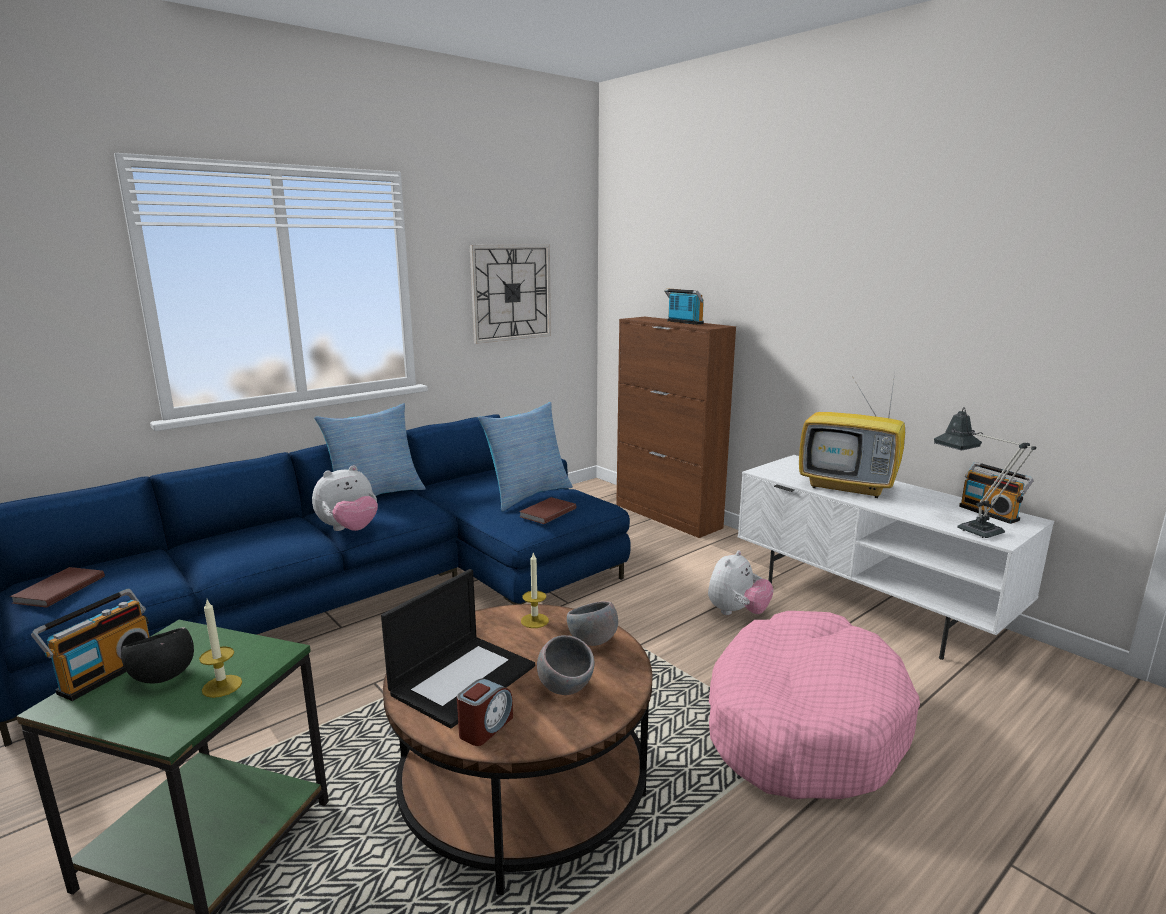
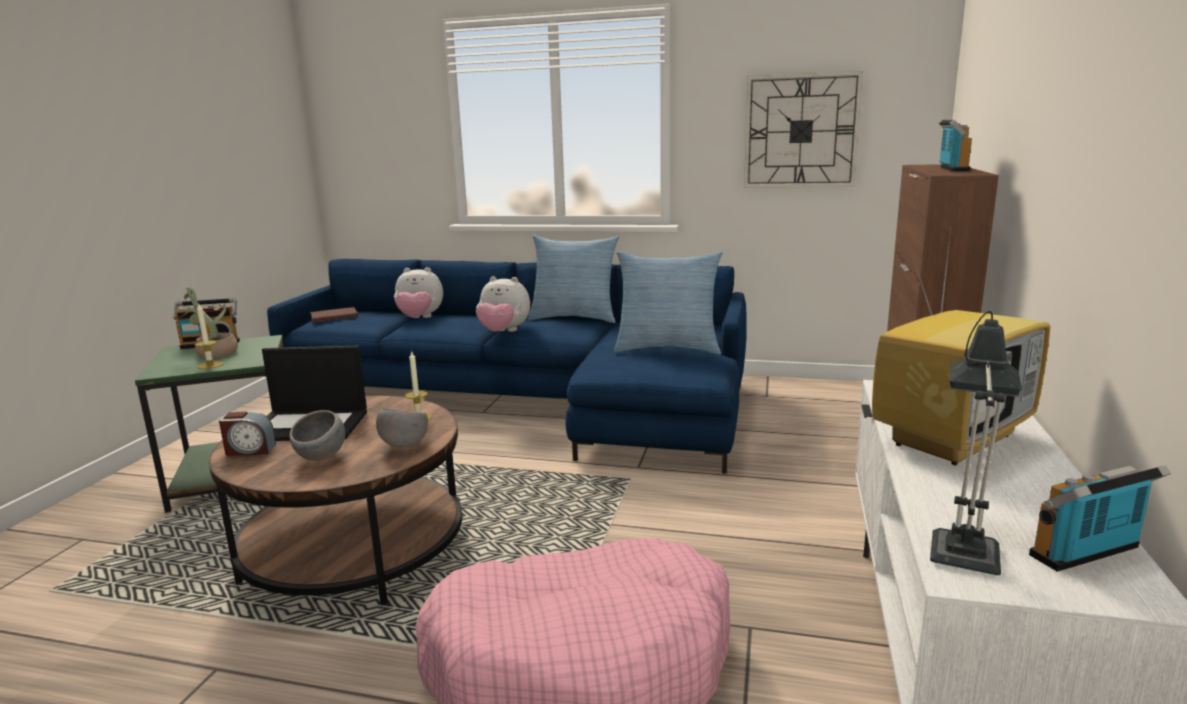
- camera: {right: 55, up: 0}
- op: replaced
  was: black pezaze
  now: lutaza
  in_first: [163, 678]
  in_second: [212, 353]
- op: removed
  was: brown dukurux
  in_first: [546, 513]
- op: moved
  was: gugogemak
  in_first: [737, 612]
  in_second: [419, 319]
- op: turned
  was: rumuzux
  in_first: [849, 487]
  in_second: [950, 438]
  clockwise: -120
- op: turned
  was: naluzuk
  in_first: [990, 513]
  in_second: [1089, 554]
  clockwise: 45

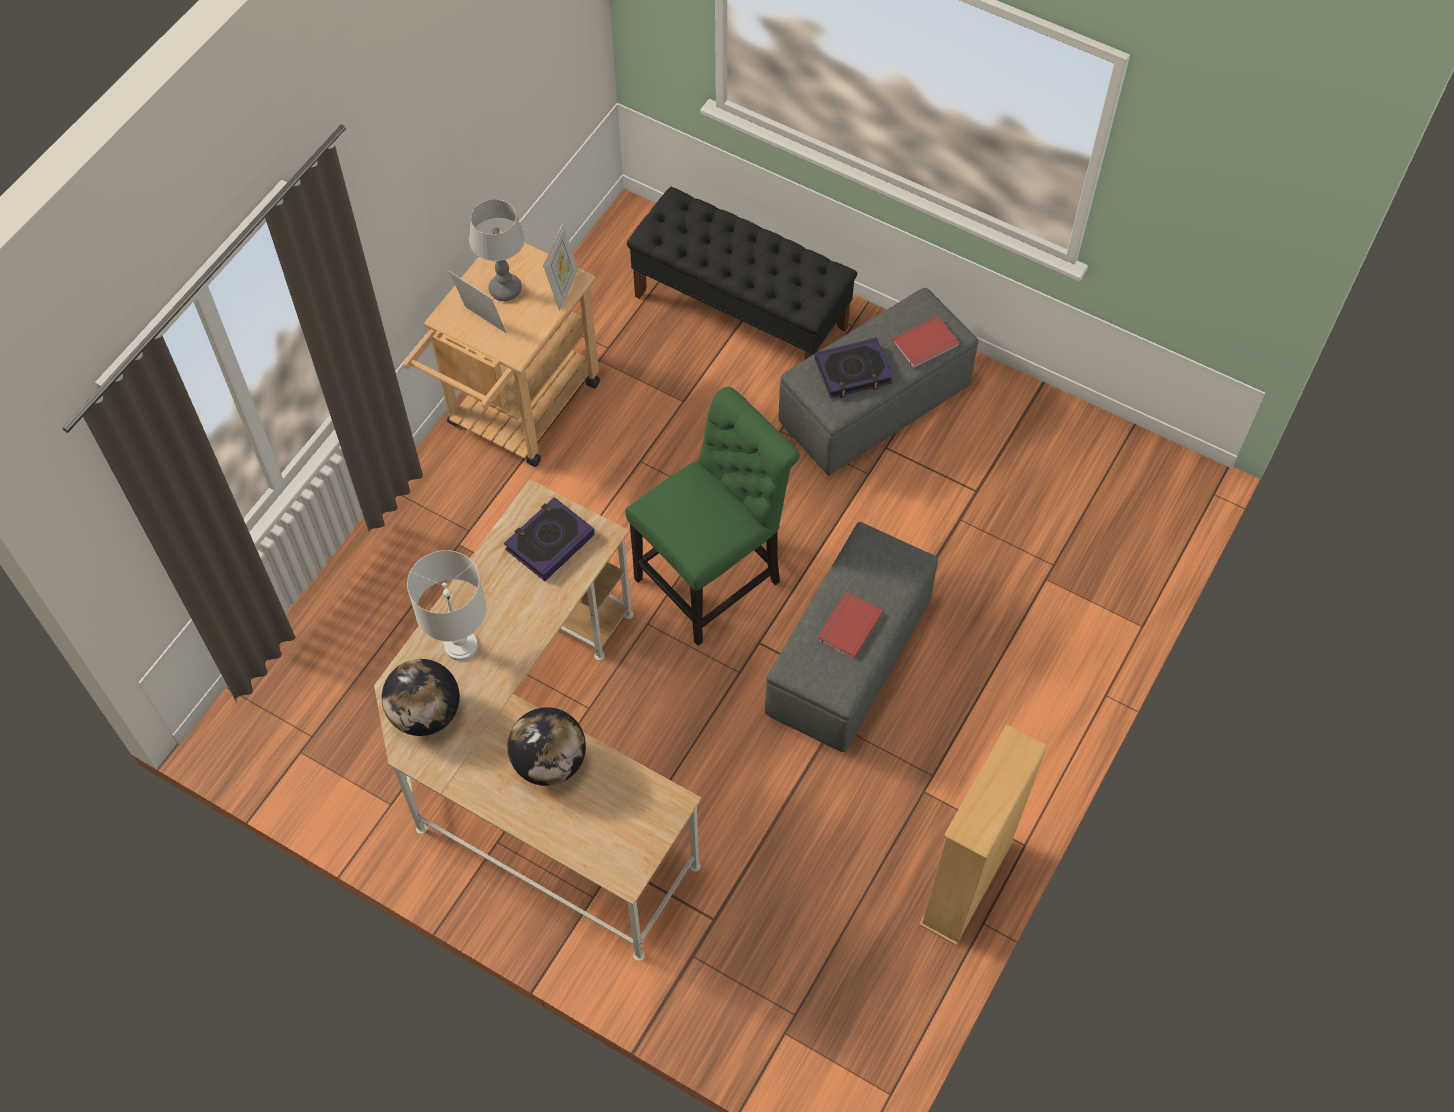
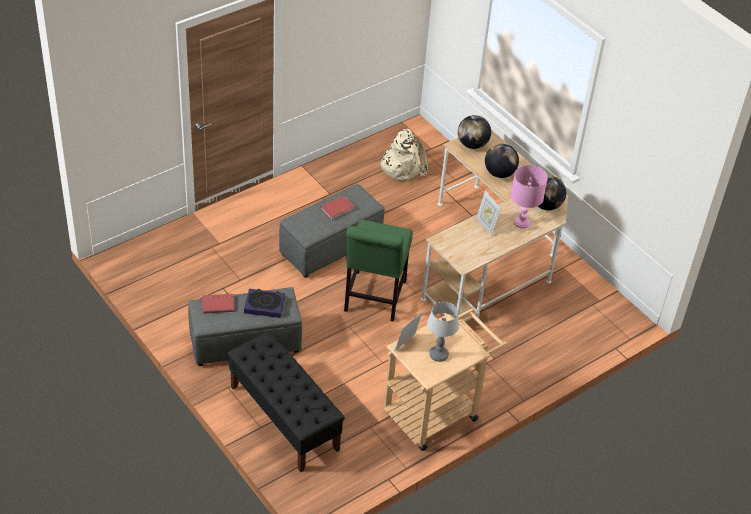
- camera: {right: -160, up: -15}
- op: recoloured
  was: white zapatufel
  now: pink zapatufel
  in_first: [460, 645]
  in_second: [522, 223]
- op: moved
  was: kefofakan
  in_first: [482, 323]
  in_second: [486, 226]
- op: removed
  was: dukurux
  in_first: [549, 542]
- op: turned
  was: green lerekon
  in_first: [714, 577]
  in_second: [373, 299]
  clockwise: -60
- op: removed
  was: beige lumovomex
  in_first: [966, 884]
- op: added
  now: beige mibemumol
  in_second: [402, 166]
- op: added
  now: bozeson
  in_second: [472, 144]

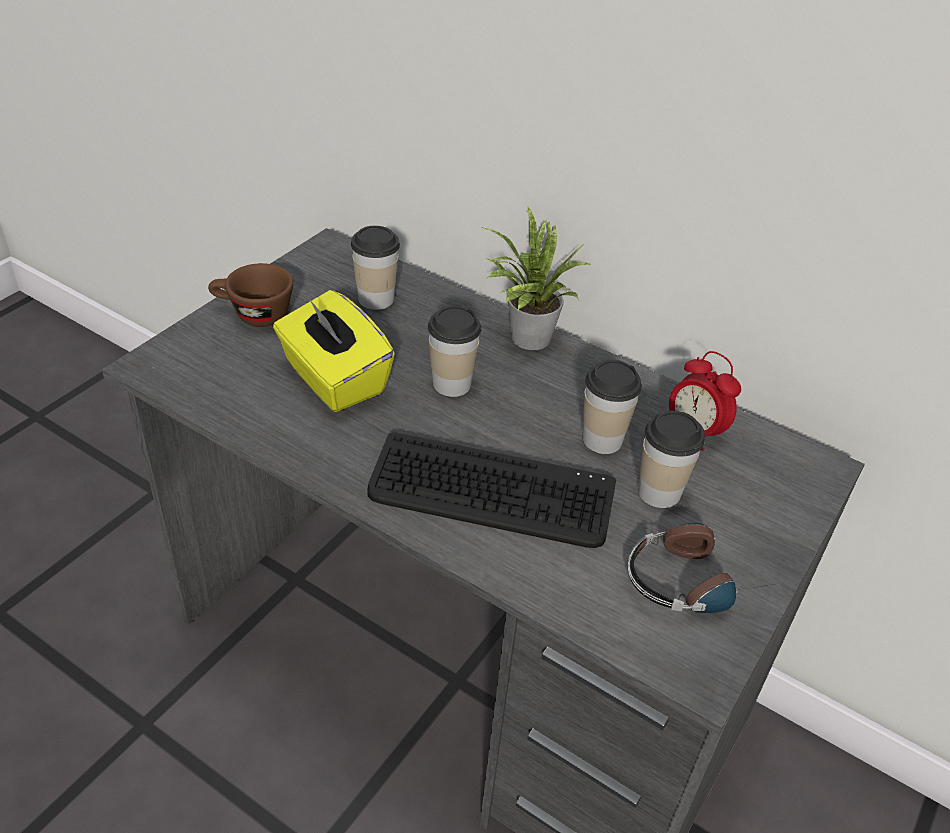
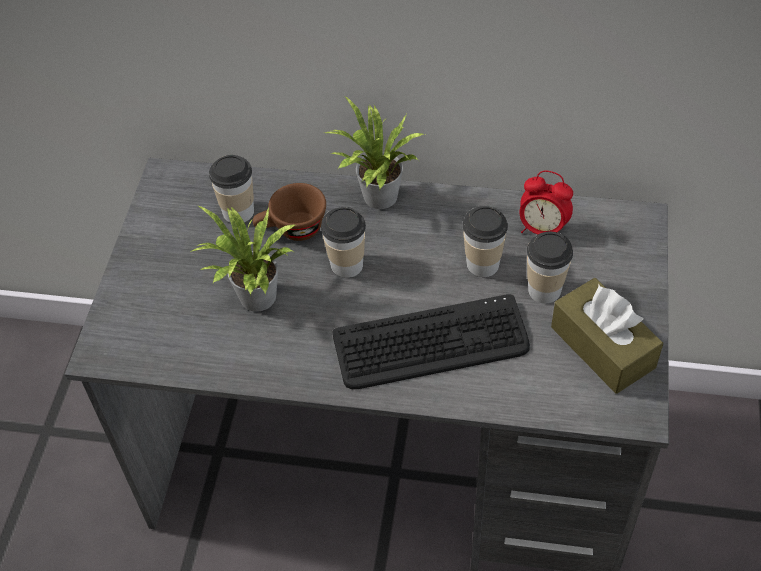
- camera: {right: -20, up: 10}
- op: moved
  was: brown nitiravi
  in_first: [253, 315]
  in_second: [292, 230]
- op: replaced
  was: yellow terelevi
  now: lutaza
  in_first: [333, 379]
  in_second: [255, 300]
- op: replaced
  was: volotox
  now: brown terelevi
  in_first: [696, 579]
  in_second: [602, 347]

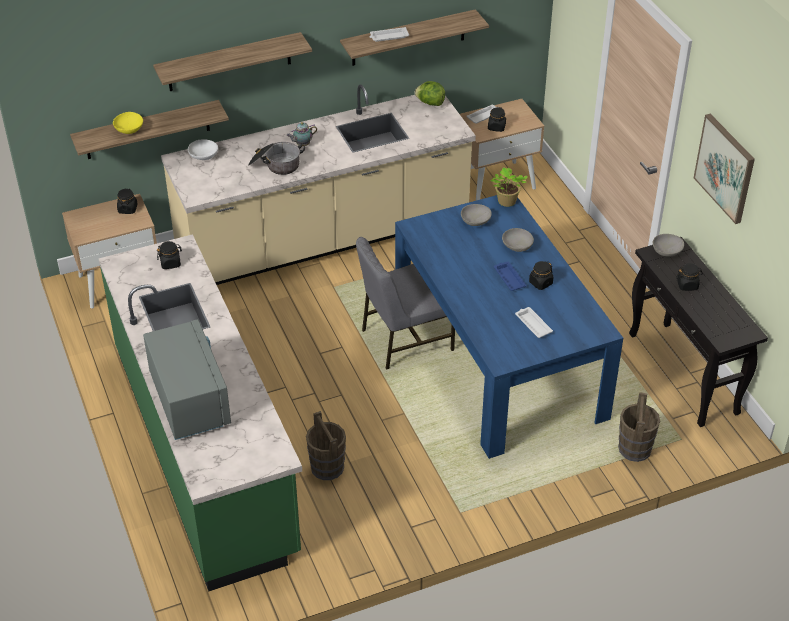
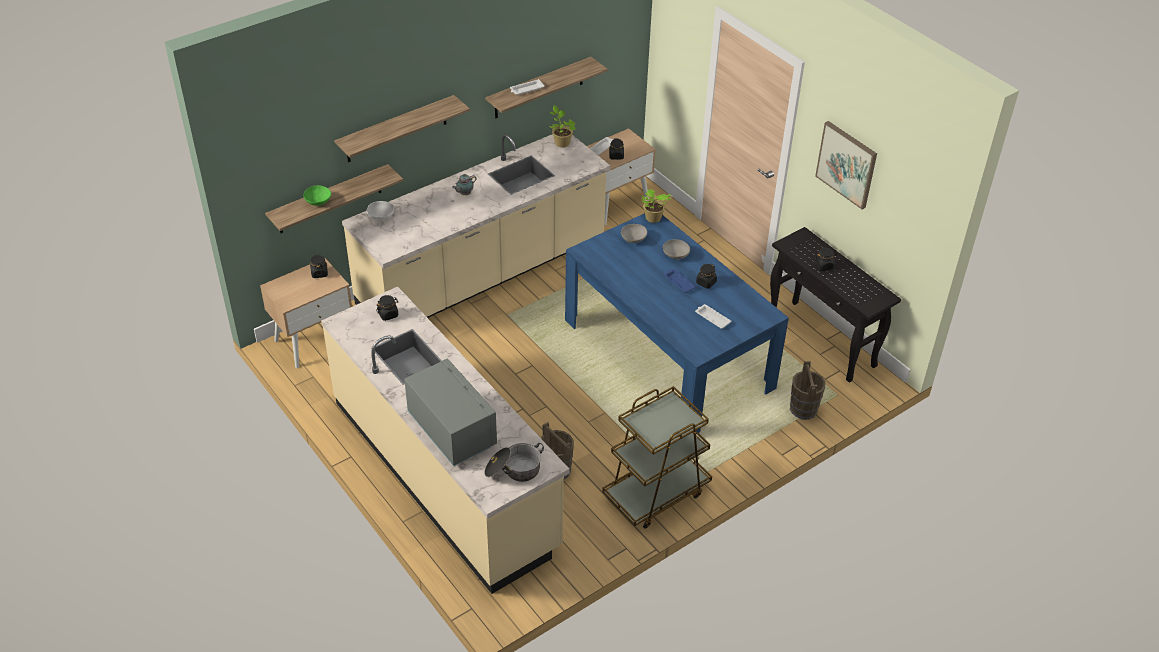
- camera: {right: -15, up: 0}
- op: recoloured
  was: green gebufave
  now: beige gebufave
  in_first: [206, 449]
  in_second: [445, 473]
- op: recoloured
  was: yellow pezaze
  now: green pezaze
  in_first: [129, 130]
  in_second: [318, 202]
- op: moved
  was: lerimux
  in_first: [275, 165]
  in_second: [513, 470]
- op: removed
  was: grey lerekon
  in_first: [405, 340]
- op: replaced
  was: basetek
  now: lutaza
  in_first: [430, 103]
  in_second: [561, 142]
- op: removed
  was: grey pezaze
  in_first: [666, 251]
- op: added
  now: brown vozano
  in_second: [656, 493]

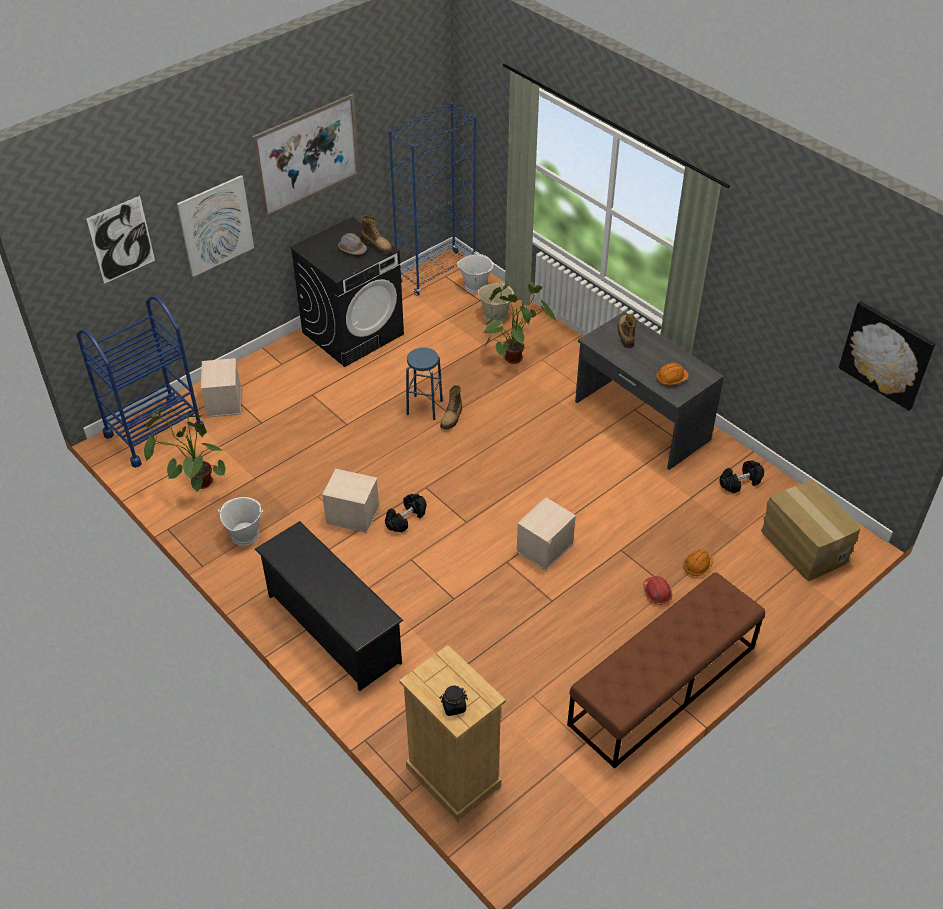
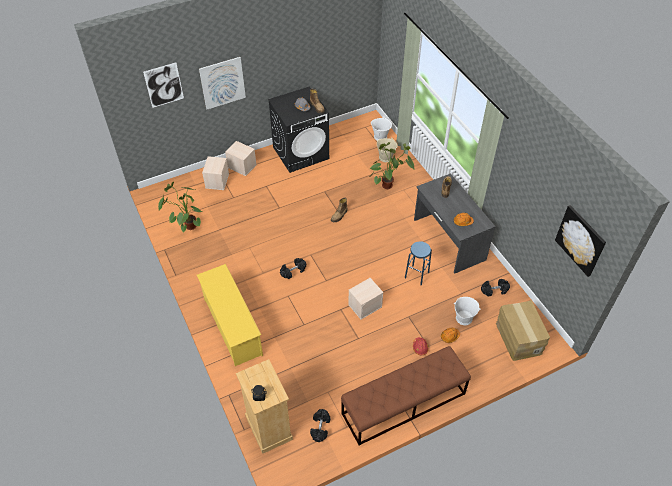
- camera: {right: 15, up: 5}
- op: removed
  was: blue vozano
  in_first: [154, 432]
- op: moved
  was: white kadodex
  in_first: [244, 535]
  in_second: [463, 318]
- op: removed
  was: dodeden
  in_first: [308, 155]
- op: recoloured
  was: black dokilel
  now: yellow dokilel
  in_first: [333, 628]
  in_second: [232, 327]
- op: moved
  was: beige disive
  in_first: [352, 515]
  in_second: [241, 166]
- op: removed
  was: blue lumovomex
  in_first: [436, 273]
- op: moved
  was: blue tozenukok
  in_first: [424, 407]
  in_second: [416, 275]
- op: added
  now: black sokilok
  in_second: [320, 428]

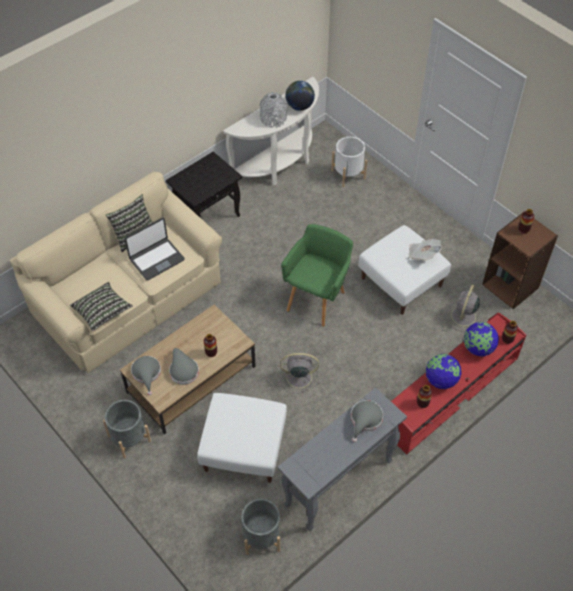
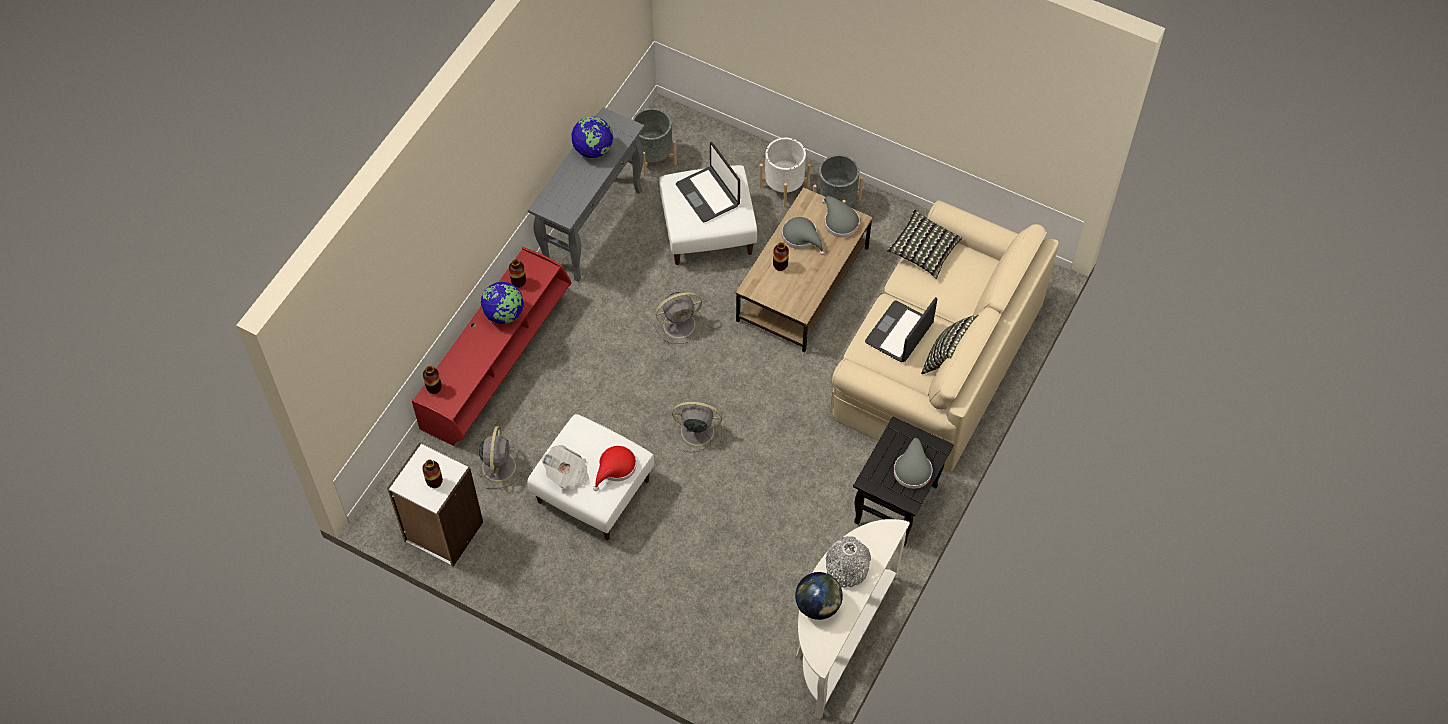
- camera: {right: 160, up: 5}
- op: replaced
  was: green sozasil
  now: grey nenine
  in_first: [317, 299]
  in_second: [695, 431]
- op: moved
  was: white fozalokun
  in_first: [348, 174]
  in_second: [784, 186]
- op: moved
  was: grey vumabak
  in_first: [365, 420]
  in_second: [912, 469]
- op: moved
  was: bozeson
  in_first: [478, 348]
  in_second: [593, 150]
- op: recoloured
  was: brown lumovomex
  now: white lumovomex
  in_first: [511, 286]
  in_second: [443, 532]
- op: added
  now: red vumabak
  in_second: [615, 468]
- op: added
  now: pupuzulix
  in_second: [708, 194]

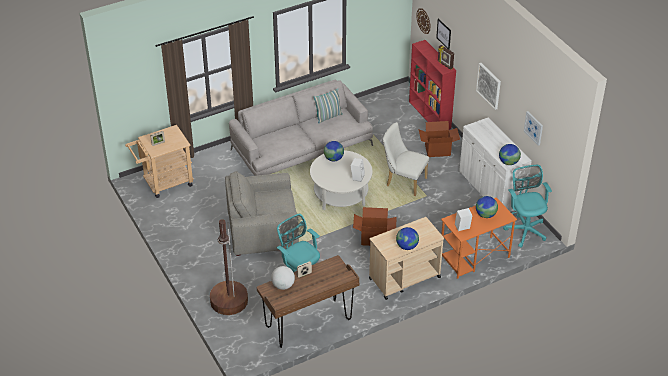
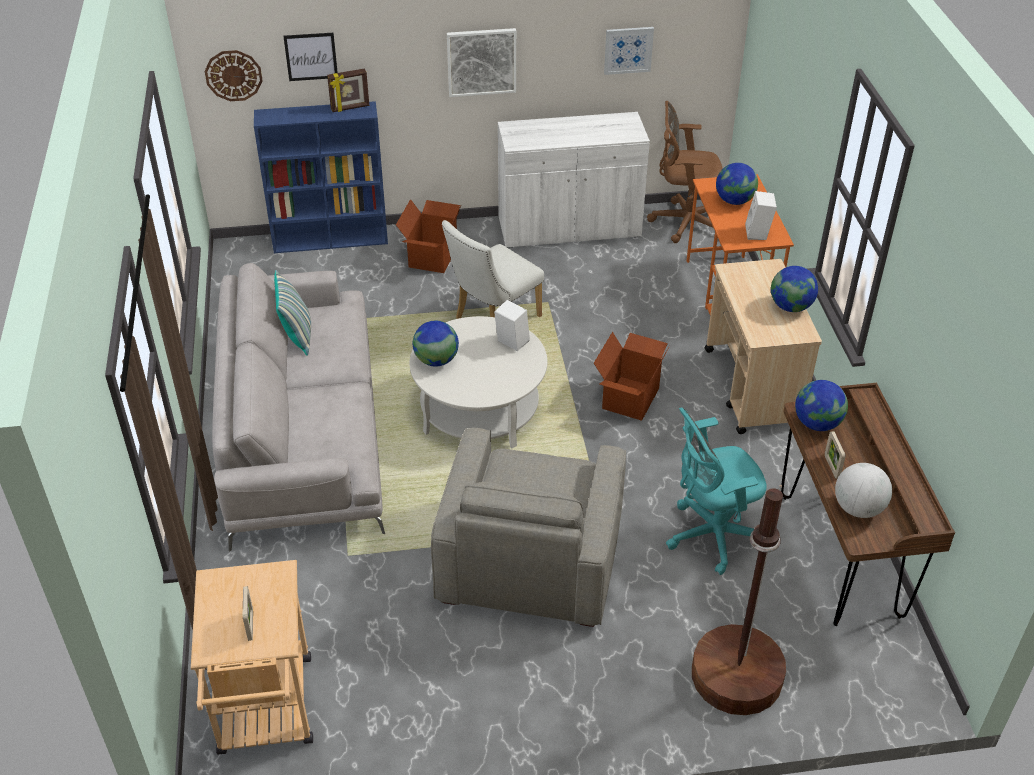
- camera: {right: -70, up: 0}
- op: recoloured
  was: red lumovomex
  now: blue lumovomex
  in_first: [430, 115]
  in_second: [331, 239]
- op: moved
  was: bozeson
  in_first: [508, 162]
  in_second: [817, 423]
- op: recoloured
  was: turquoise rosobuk
  now: brown rosobuk
  in_first: [525, 229]
  in_second: [684, 222]

